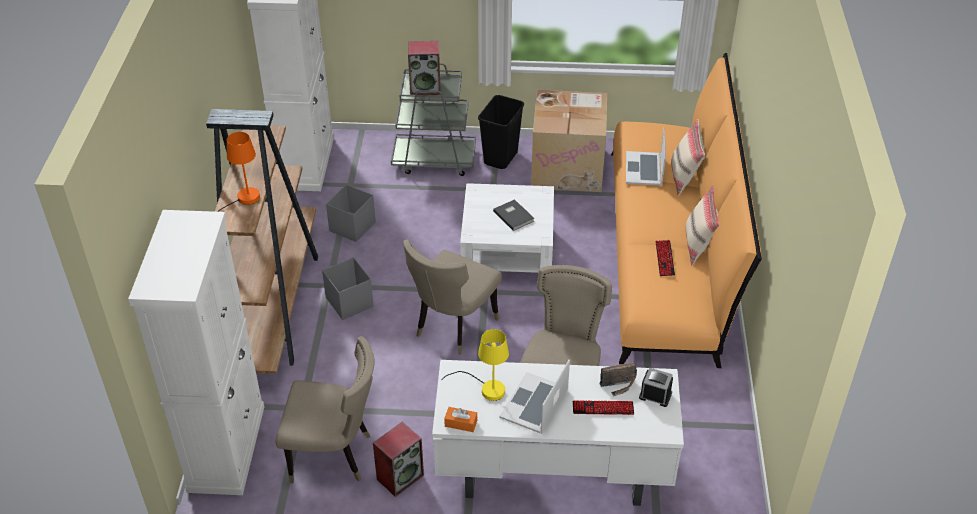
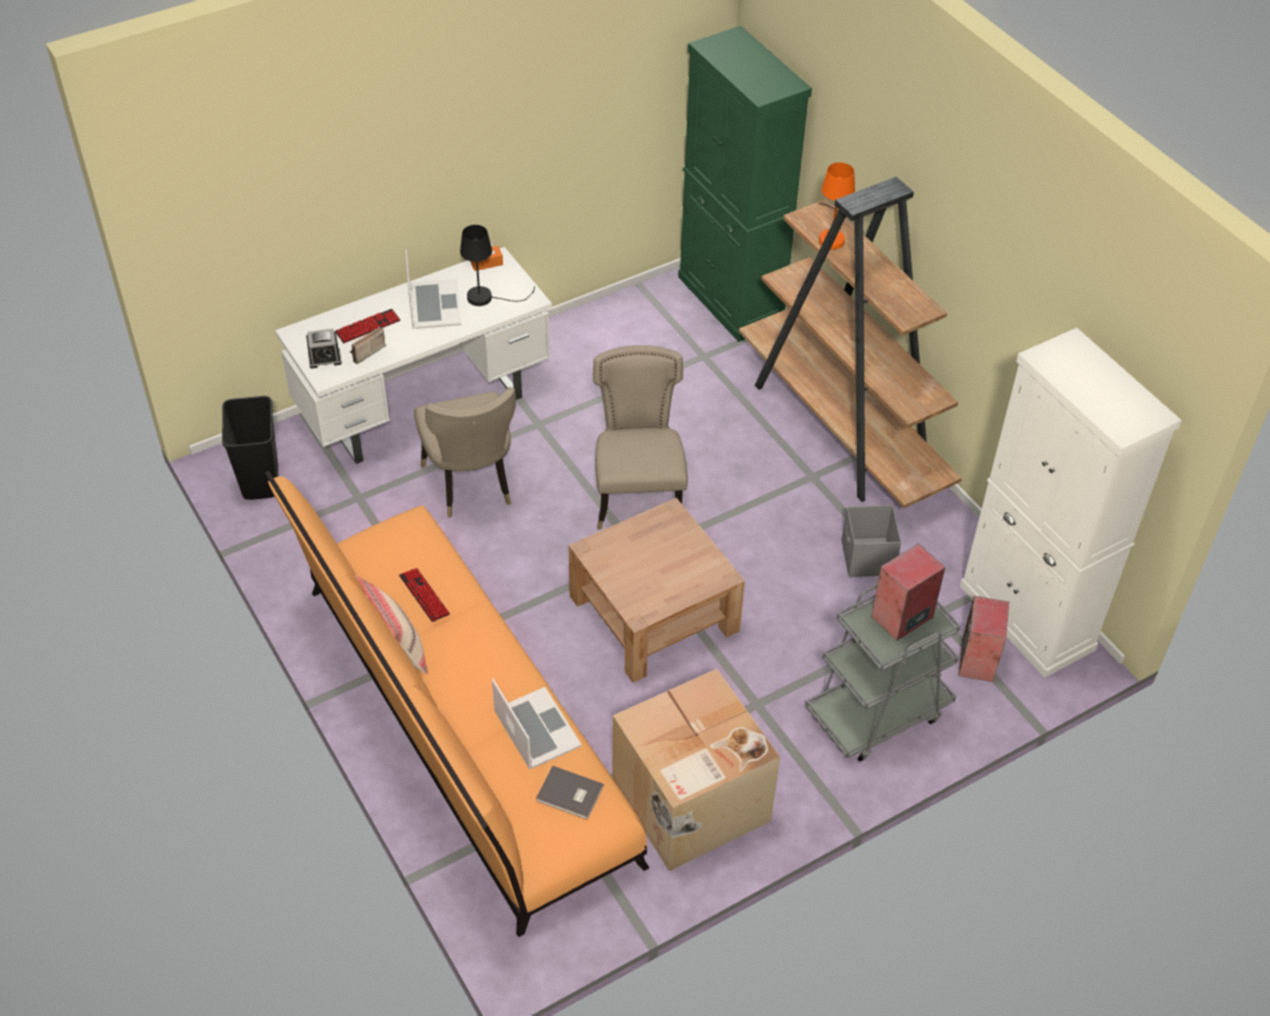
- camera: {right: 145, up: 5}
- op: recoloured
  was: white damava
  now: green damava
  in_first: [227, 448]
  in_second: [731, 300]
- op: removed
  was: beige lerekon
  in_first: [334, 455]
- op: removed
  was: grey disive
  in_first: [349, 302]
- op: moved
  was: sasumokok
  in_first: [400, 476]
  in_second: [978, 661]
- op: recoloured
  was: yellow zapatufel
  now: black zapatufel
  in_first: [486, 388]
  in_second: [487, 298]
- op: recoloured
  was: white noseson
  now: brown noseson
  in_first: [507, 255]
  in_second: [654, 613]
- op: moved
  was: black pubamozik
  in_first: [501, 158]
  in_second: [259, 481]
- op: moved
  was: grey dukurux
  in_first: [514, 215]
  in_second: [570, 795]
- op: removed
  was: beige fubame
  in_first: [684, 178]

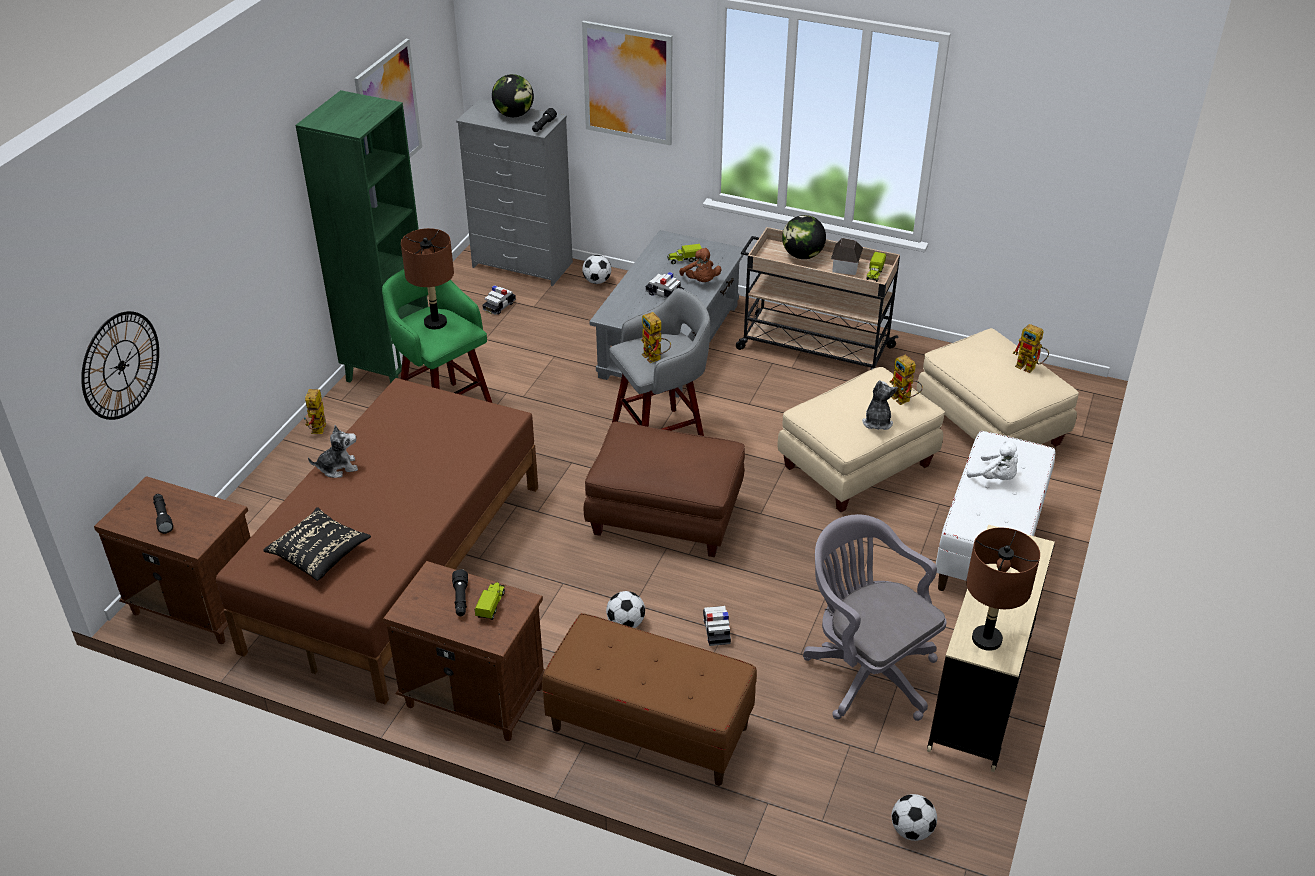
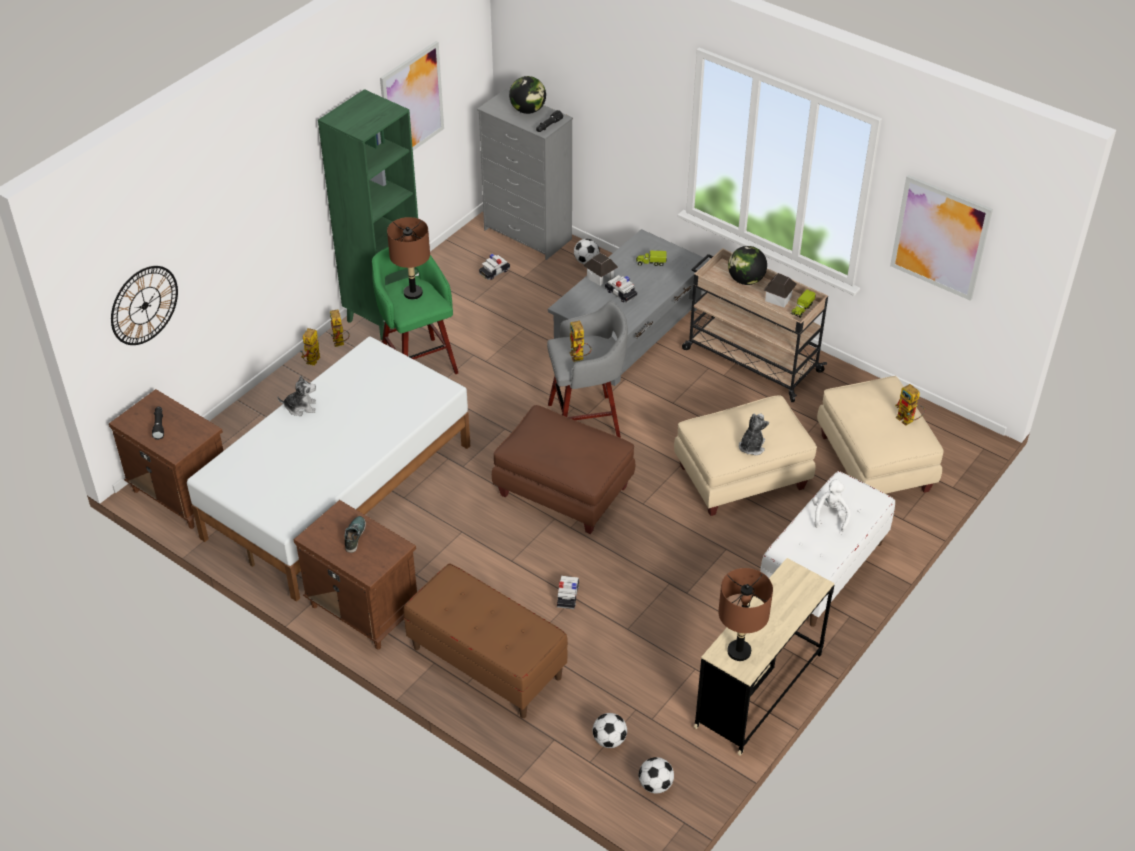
- camera: {right: 15, up: 5}
- op: recoloured
  was: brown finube
  now: white finube
  in_first: [395, 565]
  in_second: [337, 491]
- op: removed
  was: black fubame
  in_first: [320, 554]
- op: replaced
  was: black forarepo
  now: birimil
  in_first: [461, 599]
  in_second: [354, 536]
- op: removed
  was: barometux
  in_first: [491, 605]
- op: moved
  was: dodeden
  in_first: [628, 83]
  in_second: [940, 237]
- op: moved
  was: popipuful
  in_first: [626, 624]
  in_second: [609, 740]
- op: removed
  was: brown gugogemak
  in_first: [701, 281]
- op: removed
  was: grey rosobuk
  in_first: [865, 671]
- op: moved
  was: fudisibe
  in_first: [904, 400]
  in_second: [340, 343]
- op: turned
  was: white gugogemak
  in_first: [995, 478]
  in_second: [830, 516]
  clockwise: -135
- op: added
  now: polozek
  in_second: [600, 277]

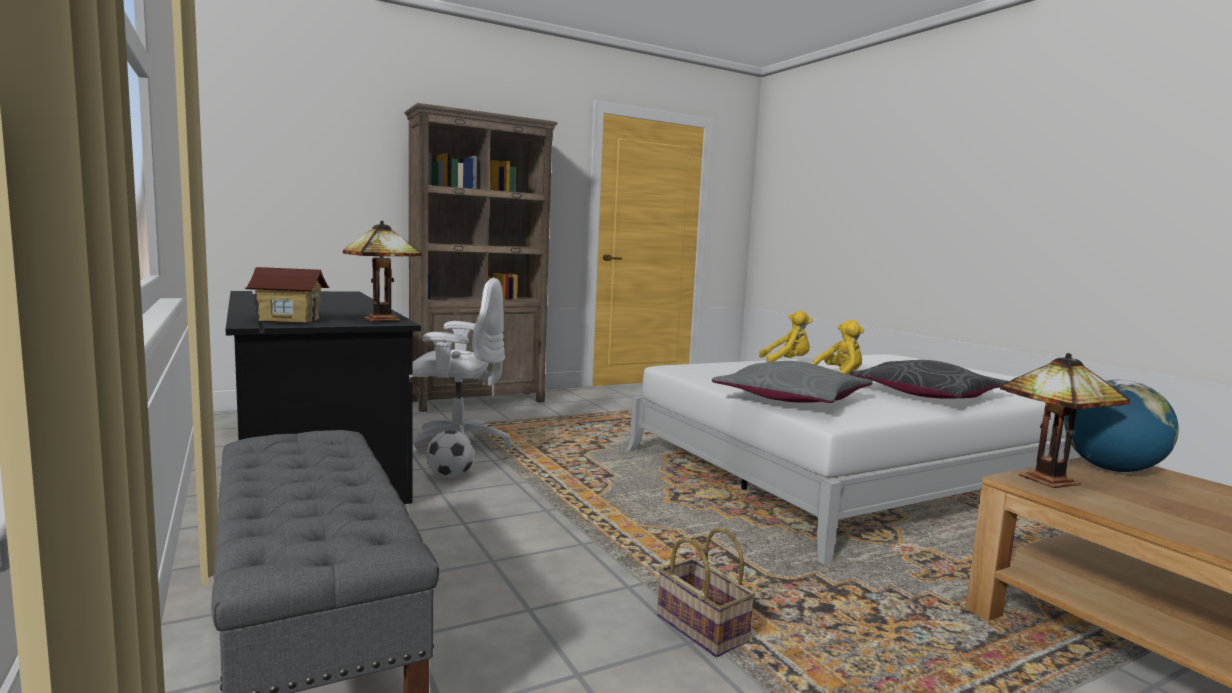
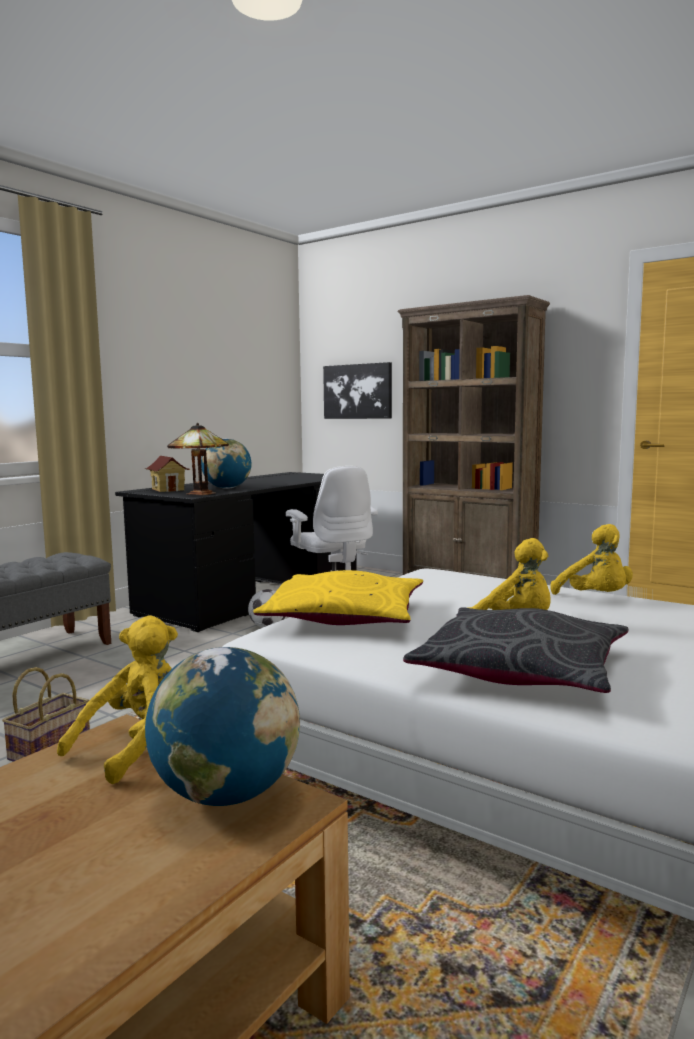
- camera: {right: 65, up: 0}
- op: recoloured
  was: grey fubame
  now: yellow fubame
  in_first: [792, 399]
  in_second: [345, 617]
- op: replaced
  was: zapatufel
  now: yellow gugogemak
  in_first: [1049, 479]
  in_second: [135, 747]
- op: added
  now: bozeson
  in_second: [227, 488]
- op: added
  now: dodeden
  in_second: [358, 391]

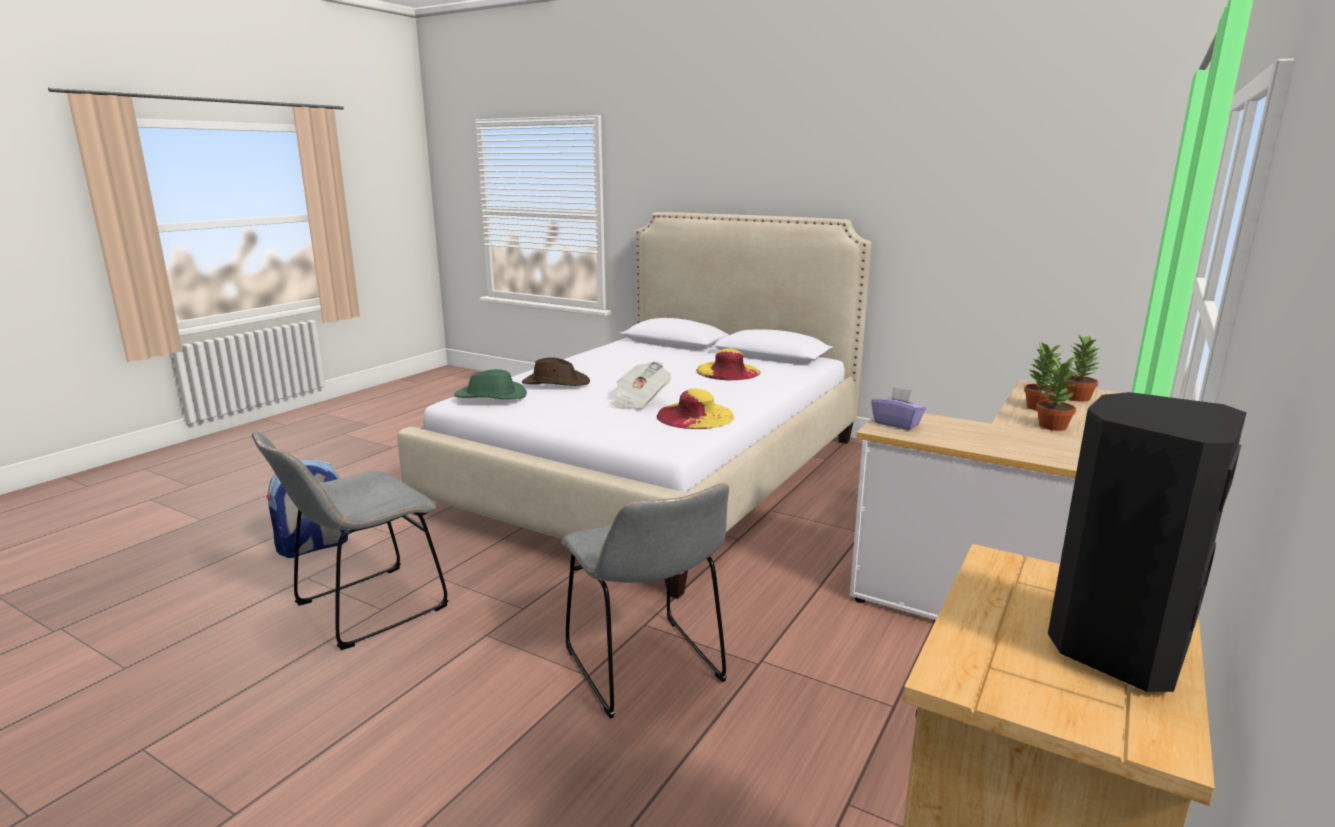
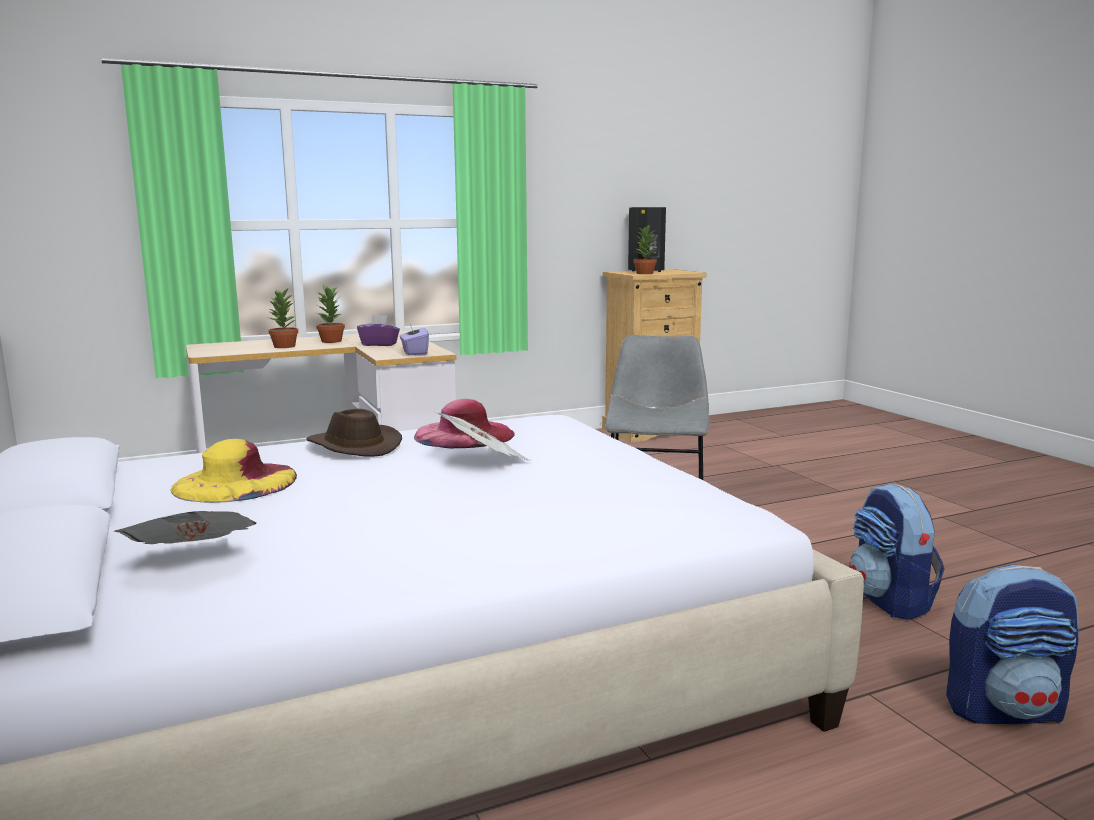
- camera: {right: -145, up: -5}
- op: replaced
  was: grey lerekon
  now: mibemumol
  in_first: [364, 609]
  in_second: [890, 601]
- op: removed
  was: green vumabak
  in_first: [491, 396]
- op: moved
  was: brown vumabak
  in_first: [555, 383]
  in_second: [352, 446]
- op: recoloured
  was: yellow vumabak
  now: pink vumabak
  in_first: [695, 416]
  in_second: [464, 435]
- op: moved
  was: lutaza
  in_first: [1076, 398]
  in_second: [644, 273]
- op: added
  now: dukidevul
  in_second: [193, 562]
- op: added
  now: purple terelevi
  in_second: [379, 344]

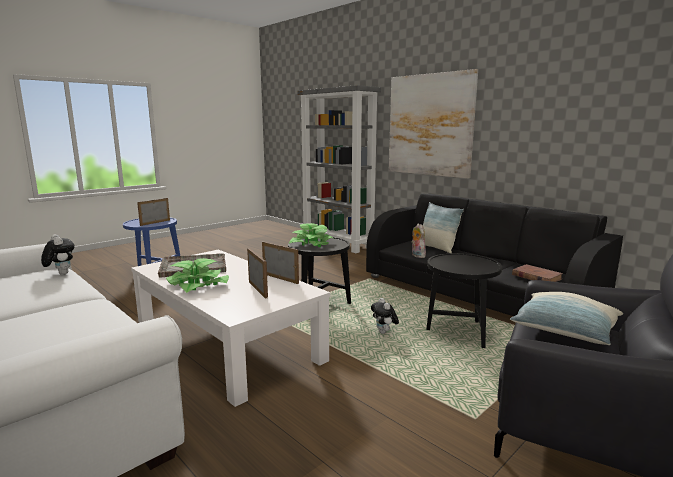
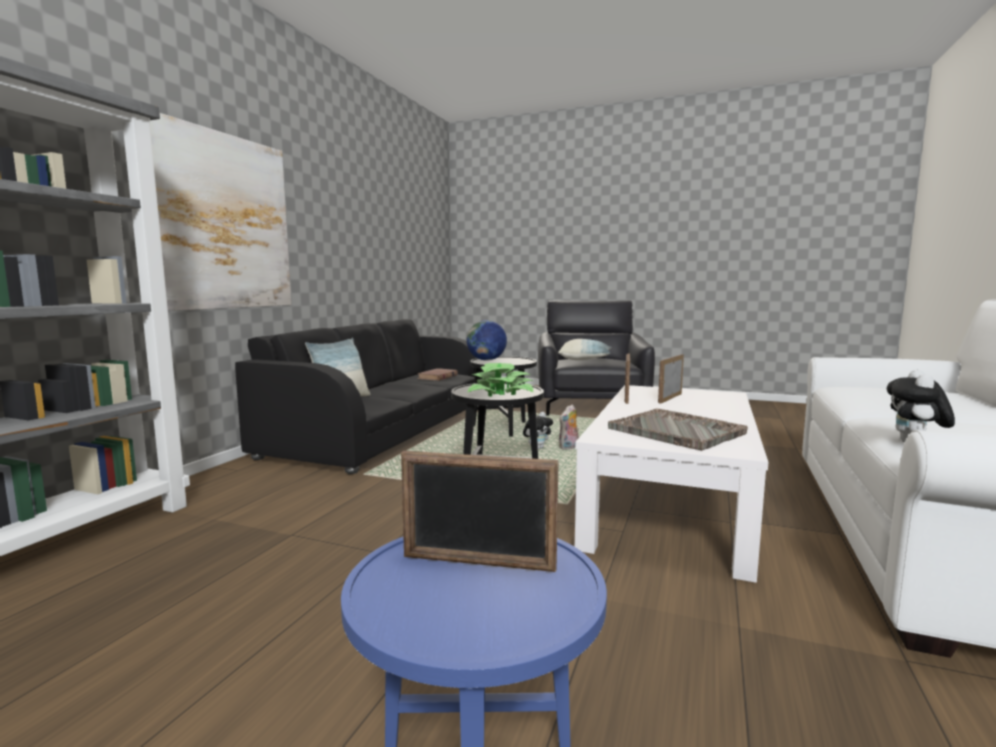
- camera: {right: -115, up: -5}
- op: removed
  was: lutaza
  in_first: [198, 285]
- op: moved
  was: gugogemak
  in_first: [417, 255]
  in_second: [569, 448]
- op: added
  now: bozeson
  in_second: [486, 360]

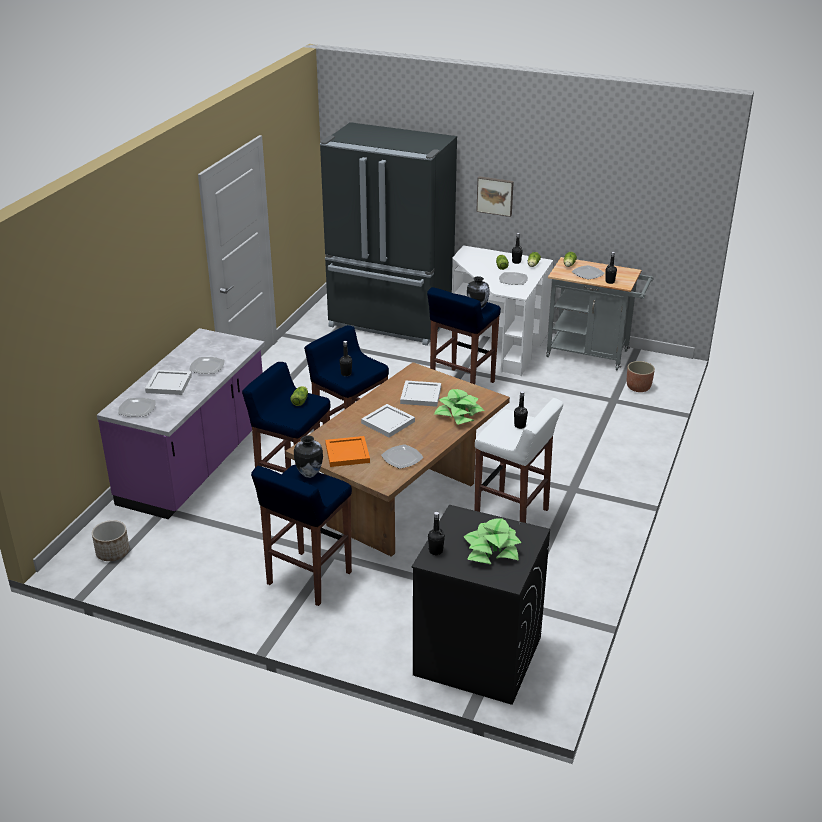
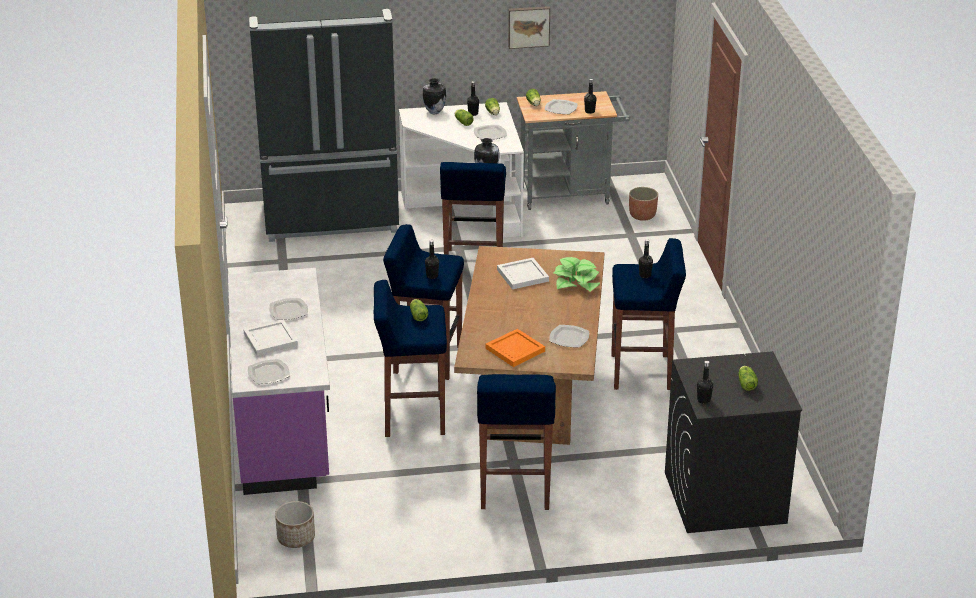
- camera: {right: -30, up: 0}
- op: moved
  was: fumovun
  in_first: [309, 474]
  in_second: [434, 112]
- op: removed
  was: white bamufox
  in_first: [387, 422]
- op: replaced
  was: lutaza
  now: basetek
  in_first: [492, 550]
  in_second: [746, 383]
- op: recoloured
  was: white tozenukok
  now: blue tozenukok
  in_first: [512, 517]
  in_second: [642, 372]
- op: moved
  was: dodeden
  in_first: [495, 195]
  in_second: [528, 26]

